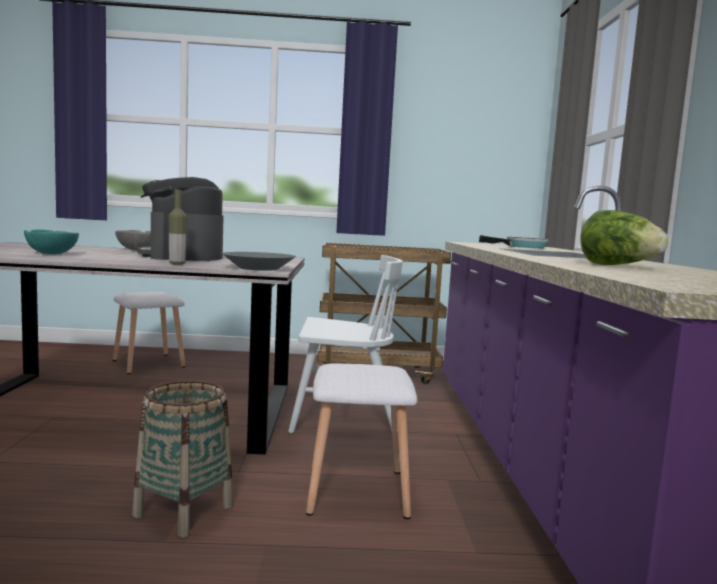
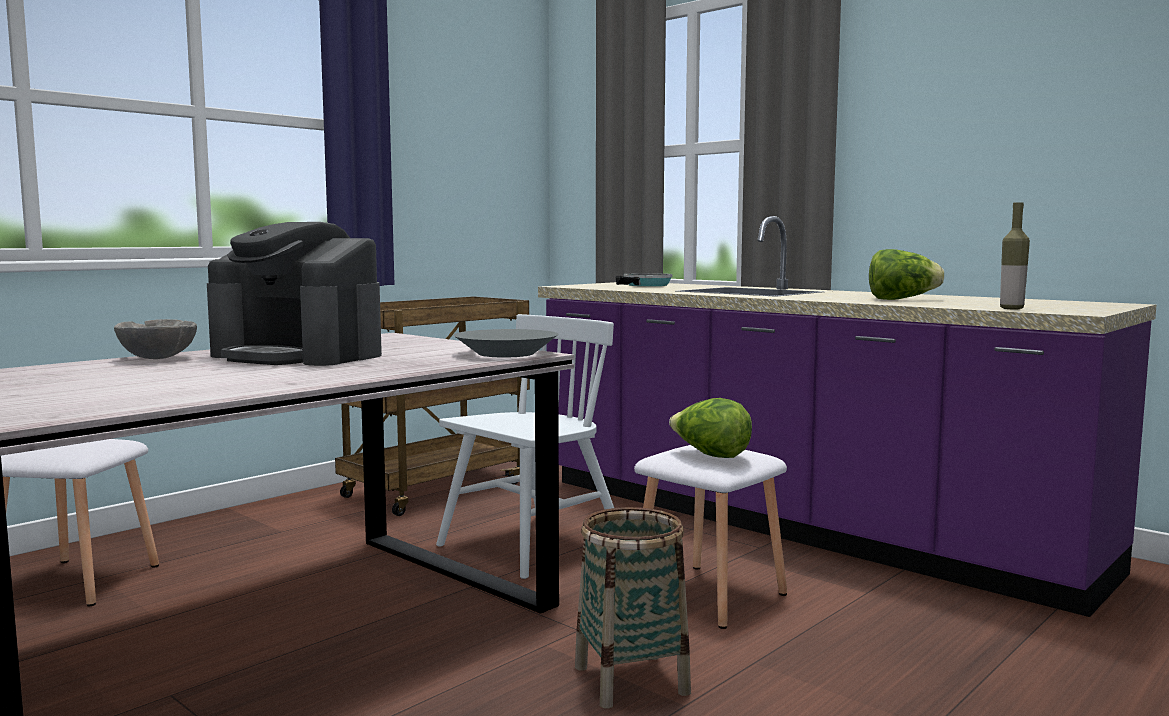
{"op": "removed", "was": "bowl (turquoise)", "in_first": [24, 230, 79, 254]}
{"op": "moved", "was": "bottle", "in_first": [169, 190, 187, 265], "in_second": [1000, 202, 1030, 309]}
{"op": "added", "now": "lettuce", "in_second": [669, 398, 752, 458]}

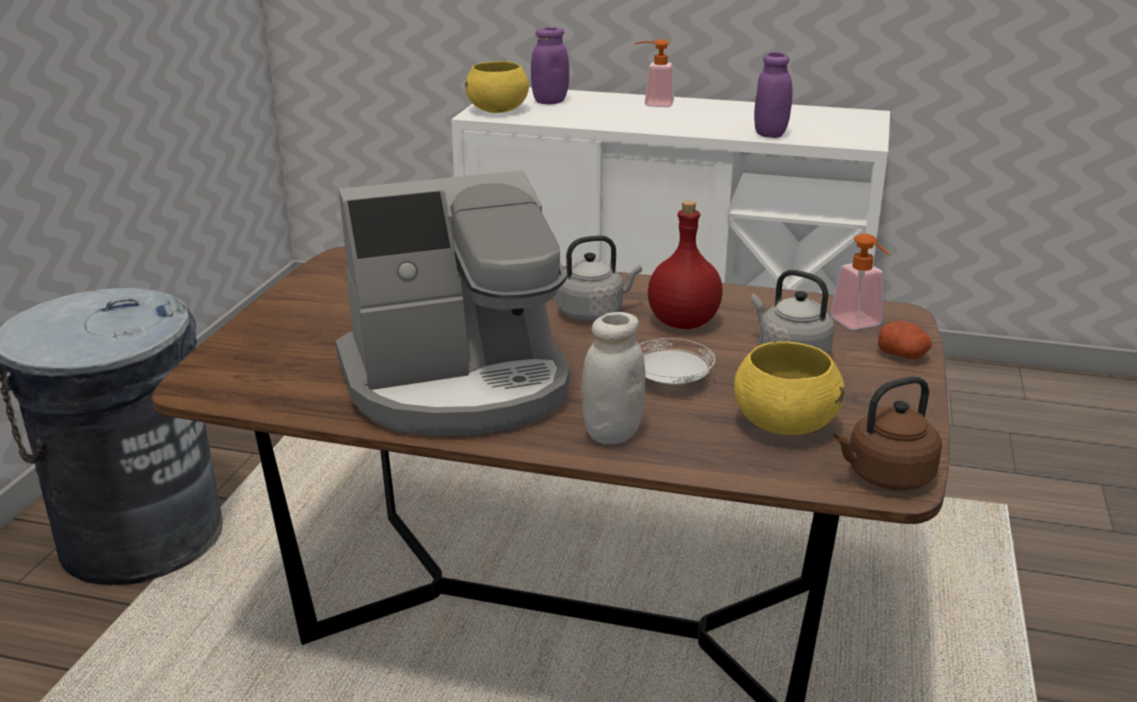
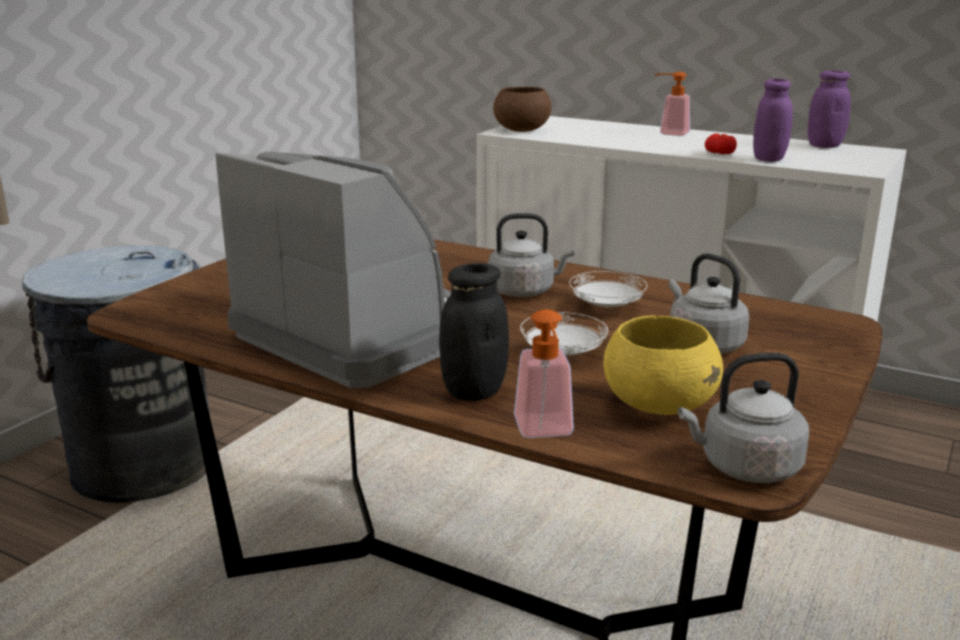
{"op": "turned", "was": "coffee machine", "in_first": [336, 170, 570, 436], "in_second": [215, 152, 451, 388], "clockwise": -135}
{"op": "recoloured", "was": "bowl (yellow)", "now": "bowl (brown)", "in_first": [465, 61, 529, 113], "in_second": [493, 87, 552, 132]}
{"op": "moved", "was": "jar (purple)", "in_first": [531, 27, 569, 104], "in_second": [808, 71, 851, 148]}
{"op": "recoloured", "was": "jar (white)", "now": "jar (black)", "in_first": [581, 312, 646, 444], "in_second": [439, 263, 509, 401]}
{"op": "replaced", "was": "bottle (red)", "now": "plate (white)", "in_first": [648, 201, 723, 329], "in_second": [569, 271, 647, 308]}
{"op": "moved", "was": "soap dispenser", "in_first": [830, 234, 890, 330], "in_second": [514, 309, 574, 438]}
{"op": "recoloured", "was": "kettle (brown)", "now": "kettle (grey)", "in_first": [833, 376, 942, 490], "in_second": [678, 353, 809, 483]}
{"op": "removed", "was": "potato", "in_first": [878, 320, 932, 359]}
{"op": "added", "now": "tomato", "in_second": [705, 133, 737, 154]}

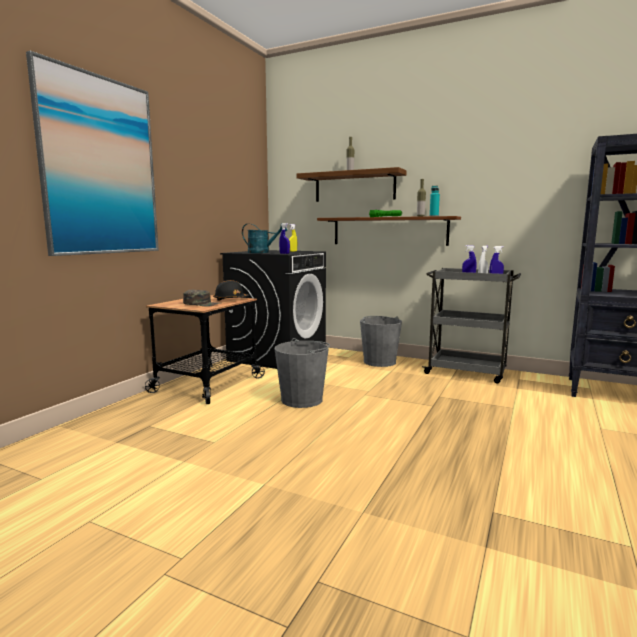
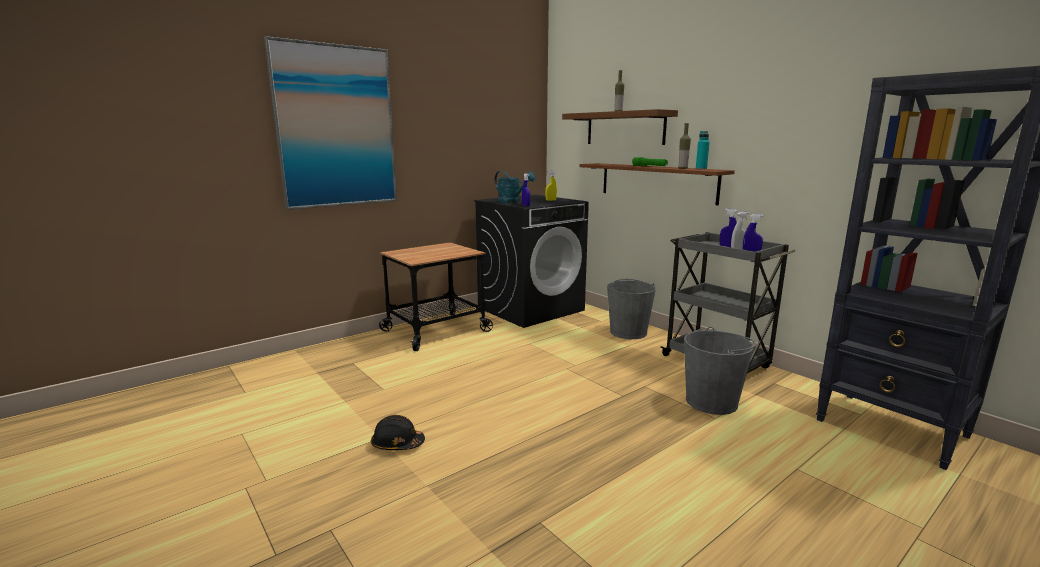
{"op": "removed", "was": "cap (green)", "in_first": [183, 290, 221, 307]}
{"op": "moved", "was": "hard hat (black)", "in_first": [213, 280, 249, 301], "in_second": [371, 415, 425, 450]}
{"op": "moved", "was": "bucket (grey)", "in_first": [275, 338, 330, 408], "in_second": [684, 327, 756, 415]}

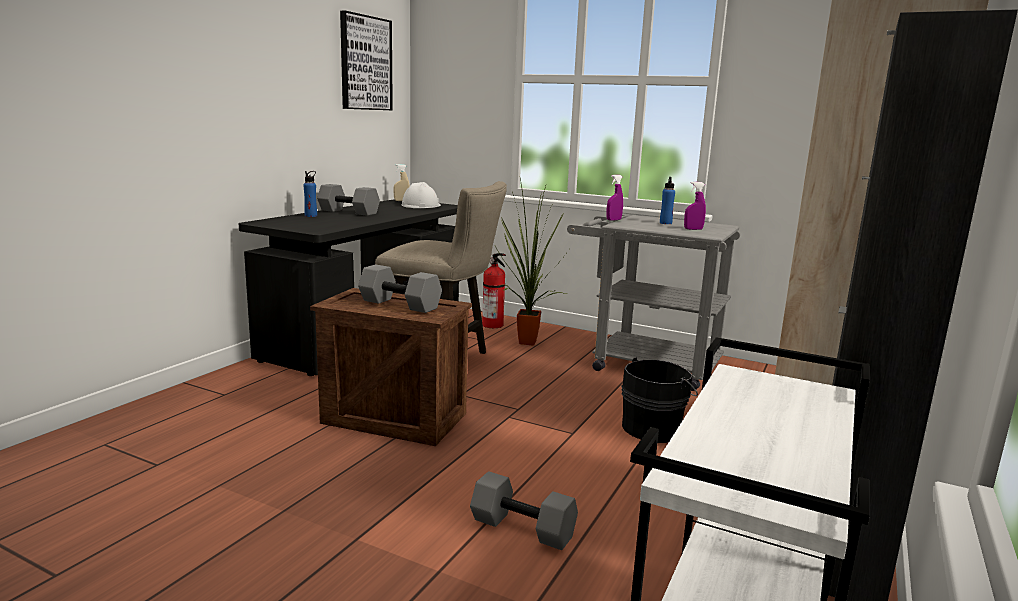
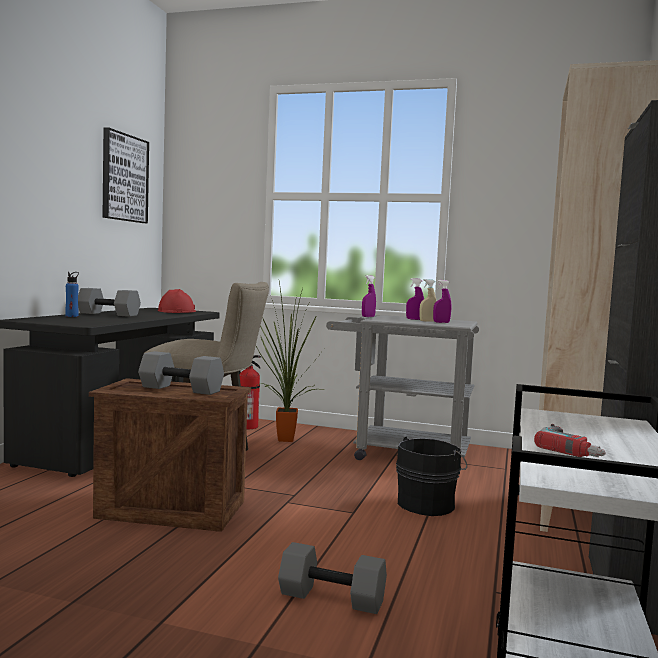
{"op": "moved", "was": "spray bottle (beige)", "in_first": [393, 164, 410, 201], "in_second": [419, 279, 437, 322]}
{"op": "recoloured", "was": "hard hat (white)", "now": "hard hat (red)", "in_first": [402, 182, 441, 208], "in_second": [158, 289, 196, 313]}
{"op": "replaced", "was": "bottle (blue)", "now": "spray bottle (purple)", "in_first": [660, 177, 675, 224], "in_second": [406, 278, 424, 320]}
{"op": "added", "now": "power drill", "in_second": [534, 424, 606, 457]}

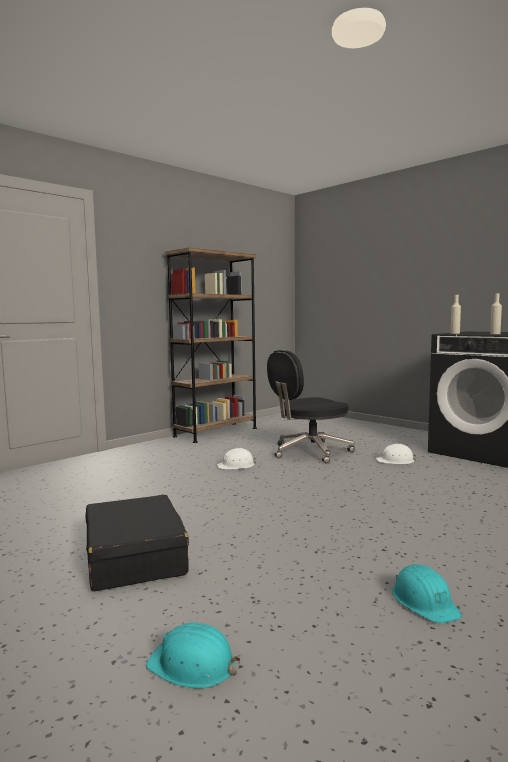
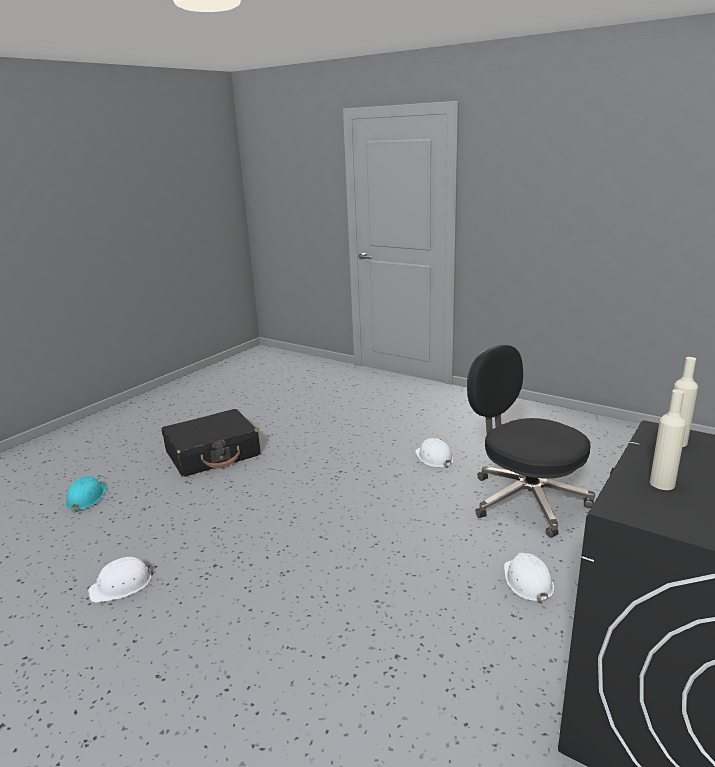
{"op": "removed", "was": "bookcase (brown)", "in_first": [165, 247, 257, 443]}
{"op": "recoloured", "was": "hard hat (turquoise)", "now": "hard hat (white)", "in_first": [392, 564, 462, 624], "in_second": [88, 557, 153, 603]}

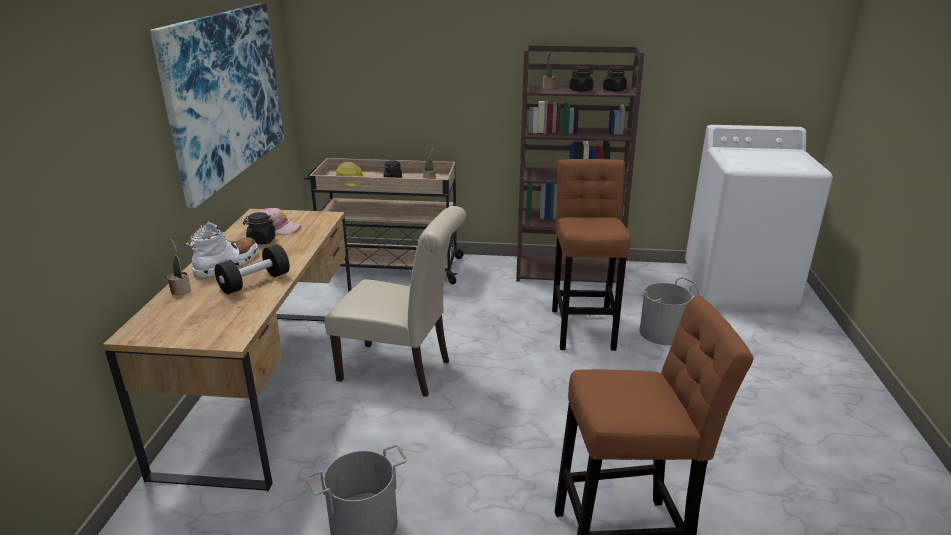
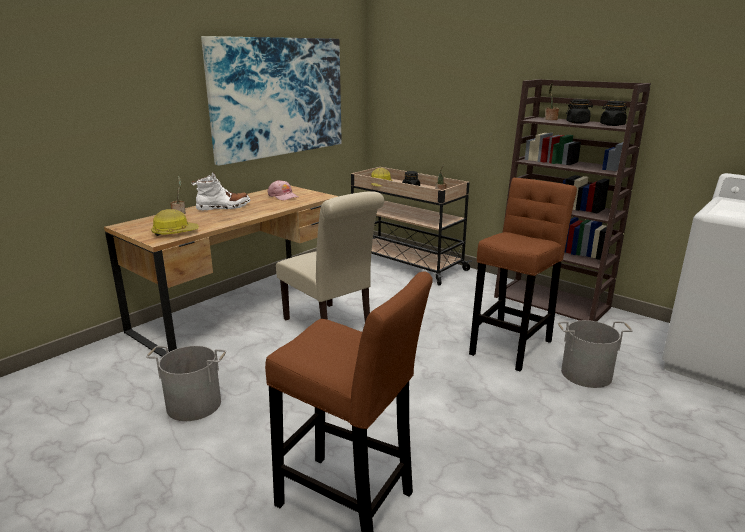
{"op": "removed", "was": "dumbbell (black)", "in_first": [215, 244, 290, 294]}
{"op": "removed", "was": "jar (black)", "in_first": [243, 212, 276, 244]}
{"op": "added", "now": "hard hat", "in_second": [151, 209, 199, 236]}

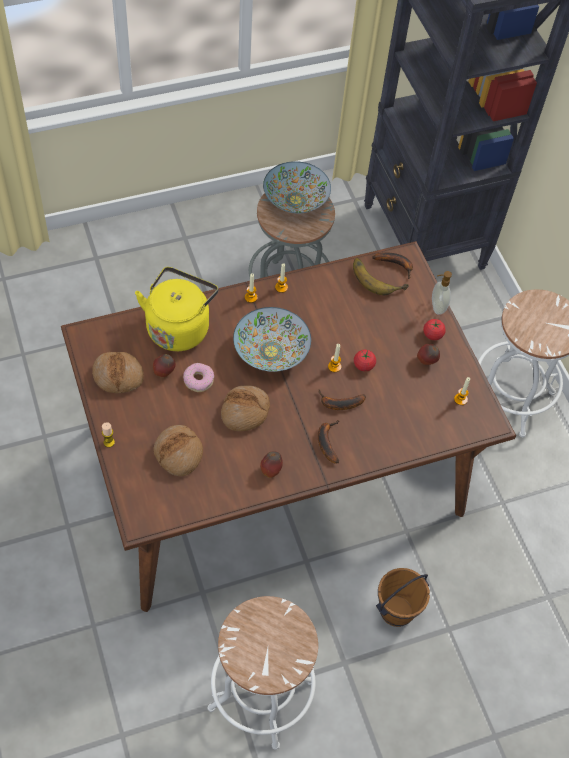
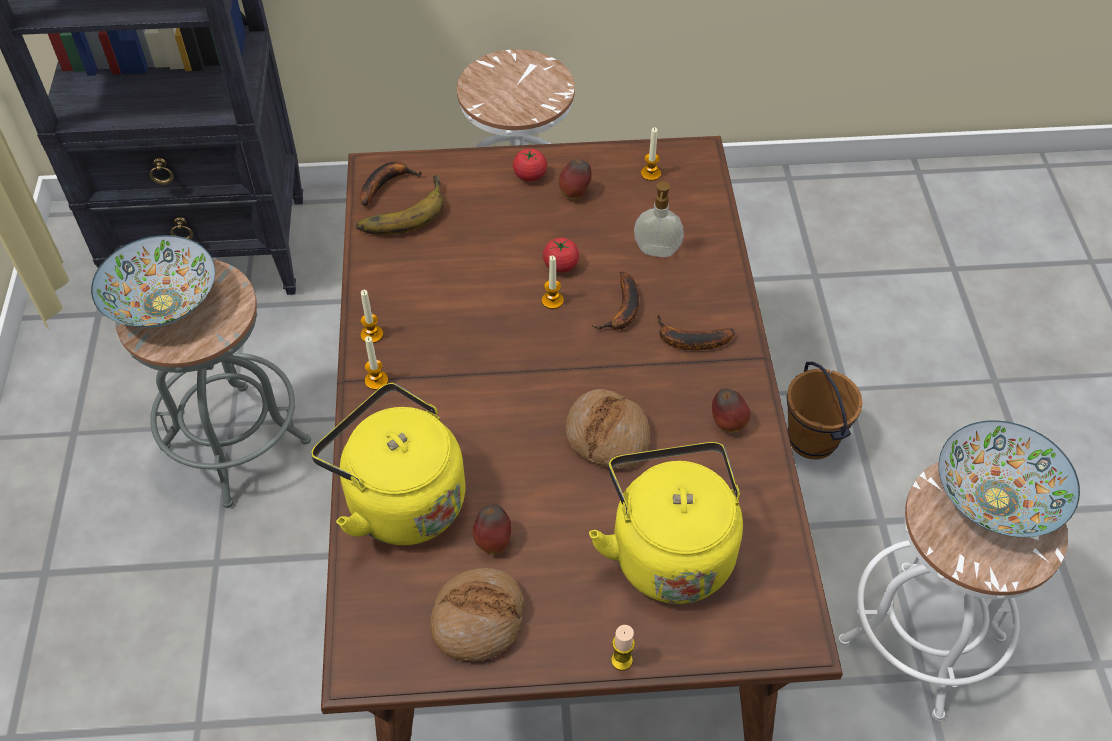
{"op": "replaced", "was": "bread", "now": "kettle (yellow)", "in_first": [154, 425, 203, 476], "in_second": [589, 442, 743, 604]}
{"op": "removed", "was": "donut", "in_first": [183, 363, 214, 392]}
{"op": "moved", "was": "bowl", "in_first": [233, 307, 311, 372], "in_second": [938, 420, 1080, 537]}
{"op": "moved", "was": "soap dispenser", "in_first": [432, 271, 452, 315], "in_second": [634, 181, 684, 257]}

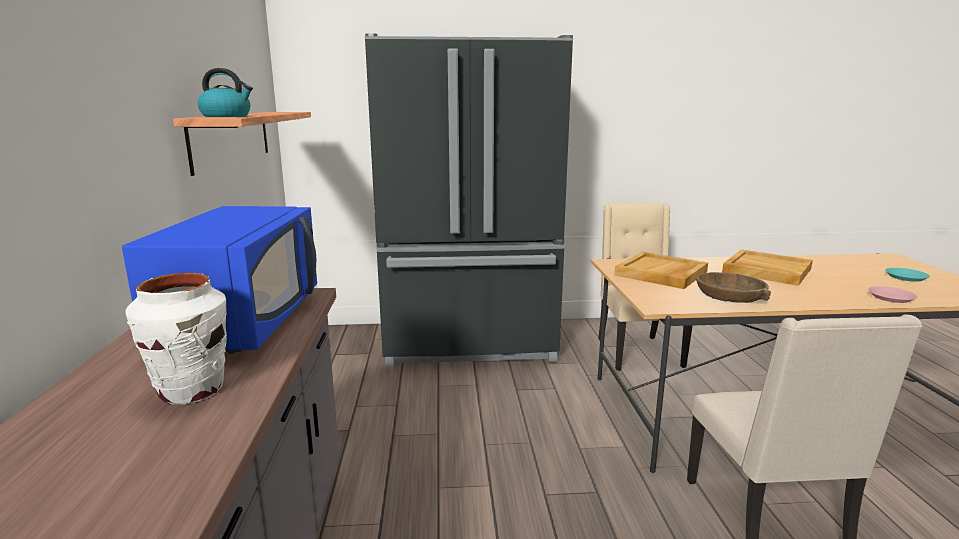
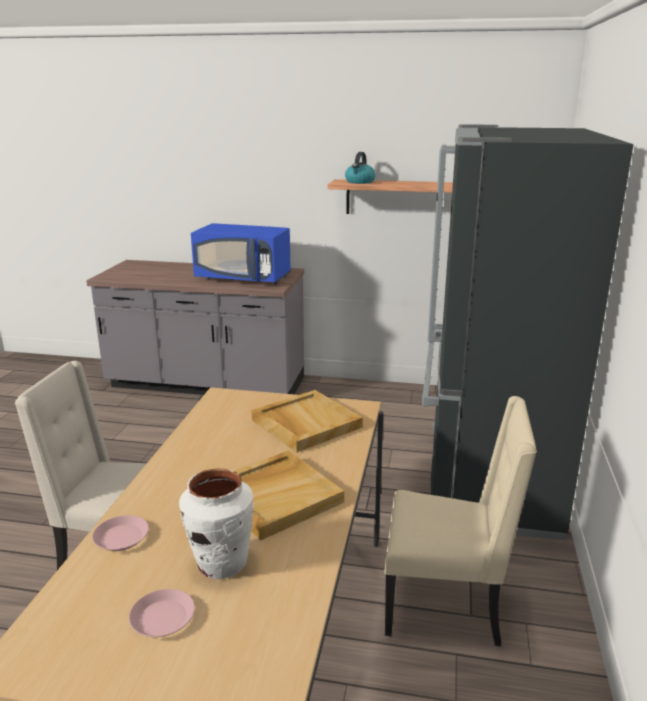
{"op": "moved", "was": "vase (white)", "in_first": [125, 273, 227, 404], "in_second": [179, 468, 254, 579]}
{"op": "removed", "was": "bowl (brown)", "in_first": [696, 272, 771, 303]}
{"op": "recoloured", "was": "plate (turquoise)", "now": "plate (pink)", "in_first": [885, 268, 930, 282], "in_second": [129, 589, 195, 637]}

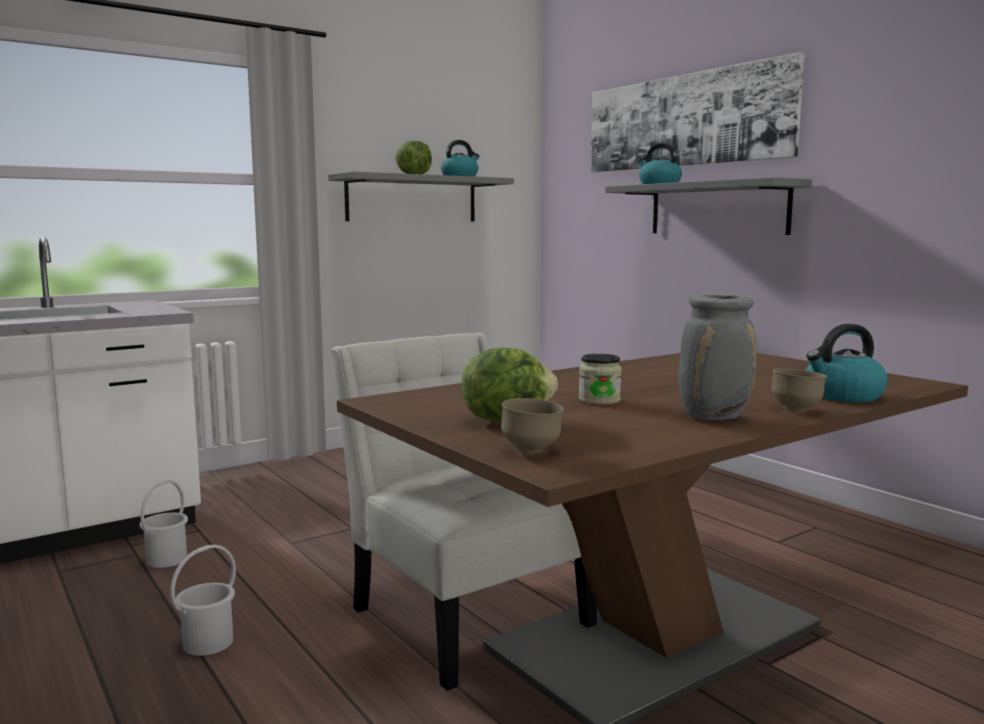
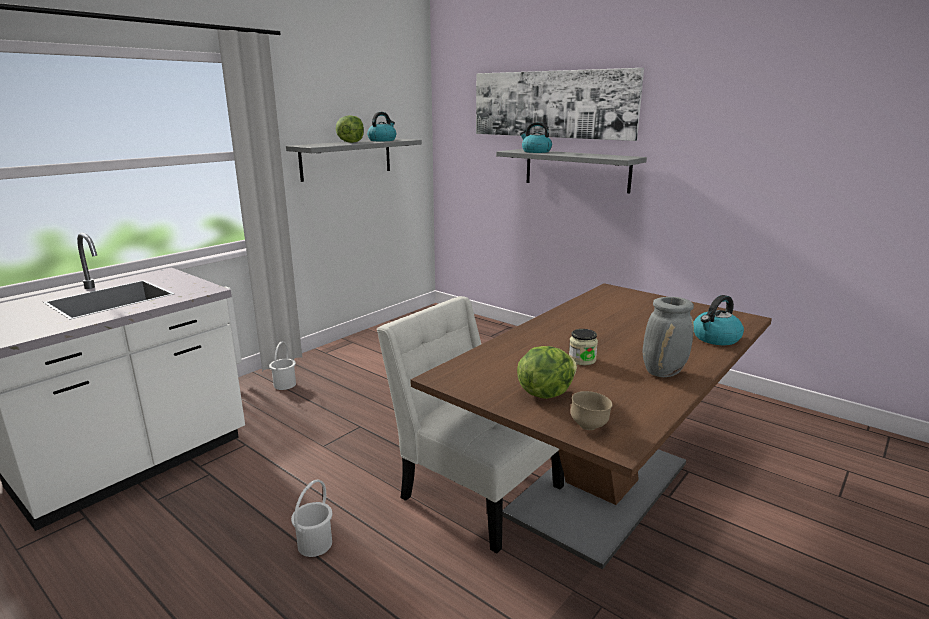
{"op": "moved", "was": "bucket (white)", "in_first": [140, 480, 188, 568], "in_second": [269, 341, 296, 390]}
{"op": "removed", "was": "bowl (brown)", "in_first": [771, 368, 827, 411]}

